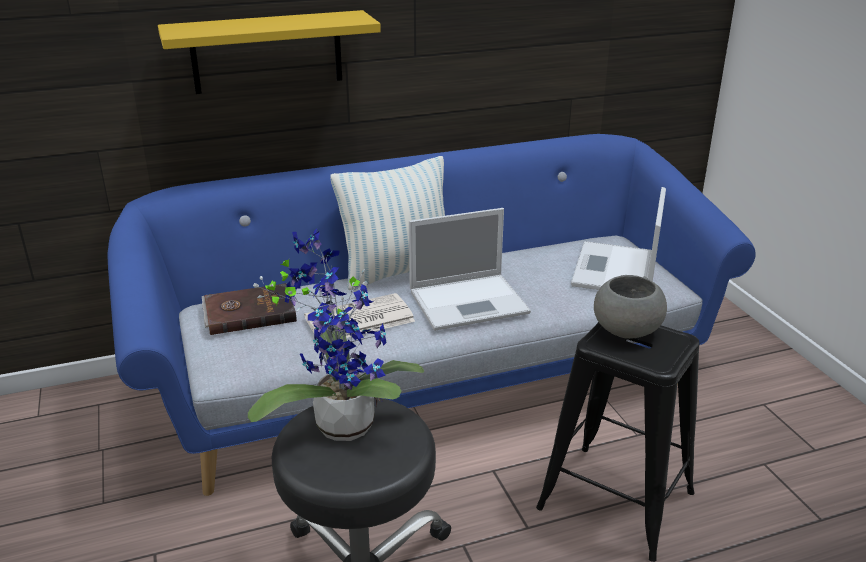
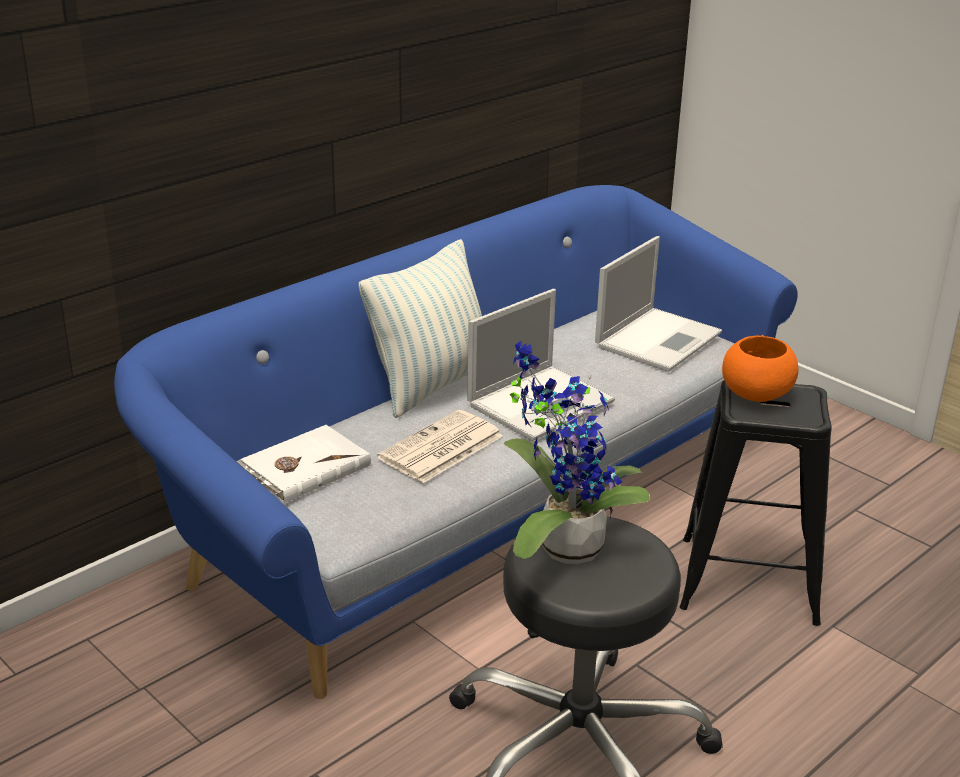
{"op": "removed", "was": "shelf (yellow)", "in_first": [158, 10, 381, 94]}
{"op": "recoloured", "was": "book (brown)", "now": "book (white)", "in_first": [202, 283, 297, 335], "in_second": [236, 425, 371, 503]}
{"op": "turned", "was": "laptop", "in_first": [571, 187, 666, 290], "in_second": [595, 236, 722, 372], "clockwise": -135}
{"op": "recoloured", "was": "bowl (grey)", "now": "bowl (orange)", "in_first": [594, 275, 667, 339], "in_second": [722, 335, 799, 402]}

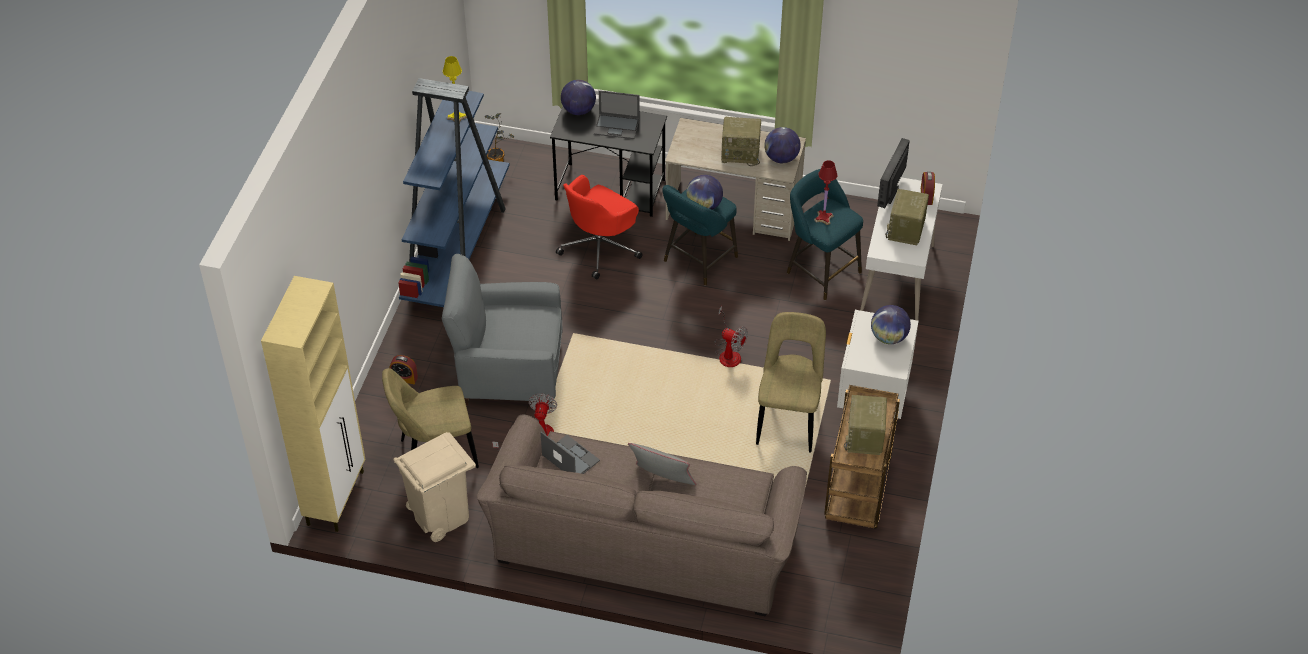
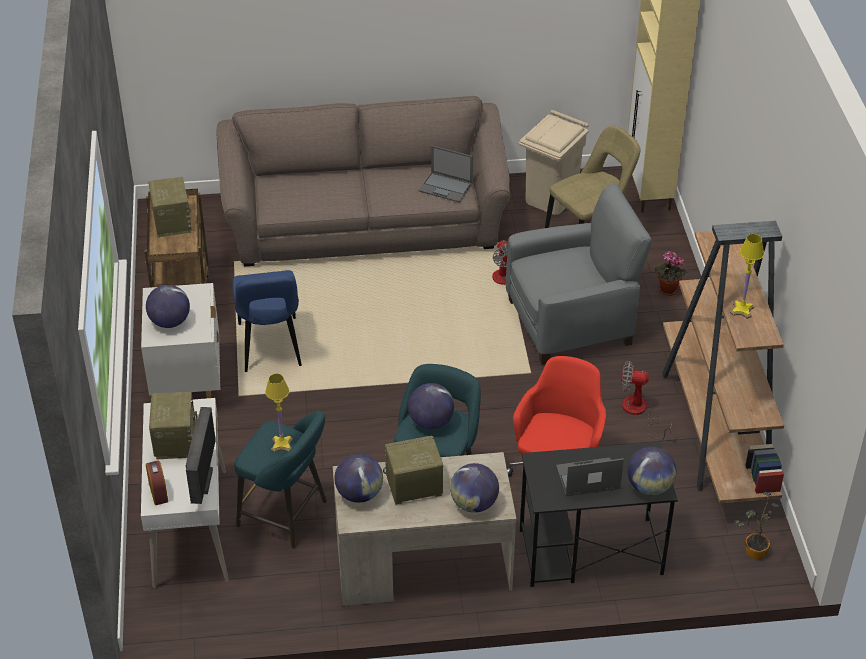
{"op": "replaced", "was": "alarm clock", "now": "potted plant", "in_first": [390, 355, 418, 384], "in_second": [655, 251, 687, 296]}
{"op": "recoloured", "was": "bookcase (blue)", "now": "bookcase (brown)", "in_first": [398, 78, 510, 307], "in_second": [662, 221, 784, 503]}
{"op": "removed", "was": "pillow (grey)", "in_first": [628, 443, 696, 485]}
{"op": "moved", "was": "fan", "in_first": [715, 306, 748, 367], "in_second": [621, 361, 672, 440]}
{"op": "recoloured", "was": "chair (beige)", "now": "chair (blue)", "in_first": [756, 312, 826, 453], "in_second": [233, 270, 302, 372]}
{"op": "recoloured", "was": "table lamp (red)", "now": "table lamp (yellow)", "in_first": [814, 160, 837, 225], "in_second": [265, 374, 293, 453]}
{"op": "added", "now": "globe", "in_second": [450, 463, 499, 513]}

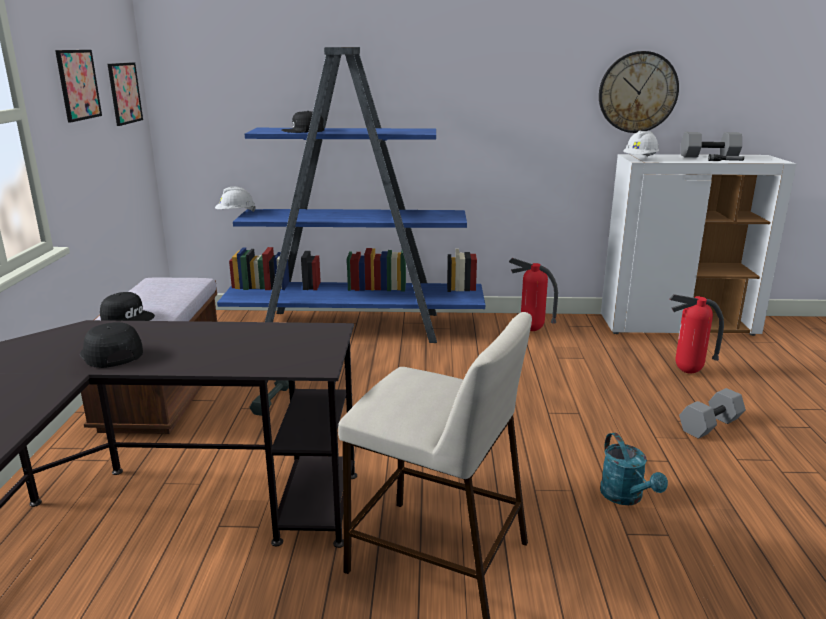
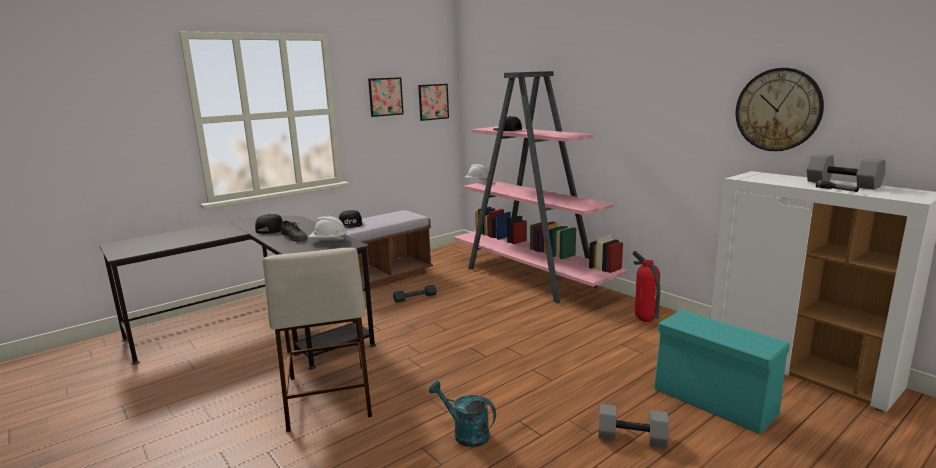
{"op": "recoloured", "was": "bookcase (blue)", "now": "bookcase (pink)", "in_first": [217, 47, 485, 343], "in_second": [453, 71, 627, 304]}
{"op": "turned", "was": "watering can (turquoise)", "in_first": [600, 433, 668, 505], "in_second": [429, 381, 496, 447], "clockwise": 90}
{"op": "moved", "was": "hard hat (white)", "in_first": [623, 131, 659, 157], "in_second": [309, 216, 348, 240]}
{"op": "replaced", "was": "fire extinguisher", "now": "storage box (turquoise)", "in_first": [670, 294, 724, 374], "in_second": [654, 310, 790, 434]}
{"op": "added", "now": "shoe (grey)", "in_second": [281, 221, 307, 242]}

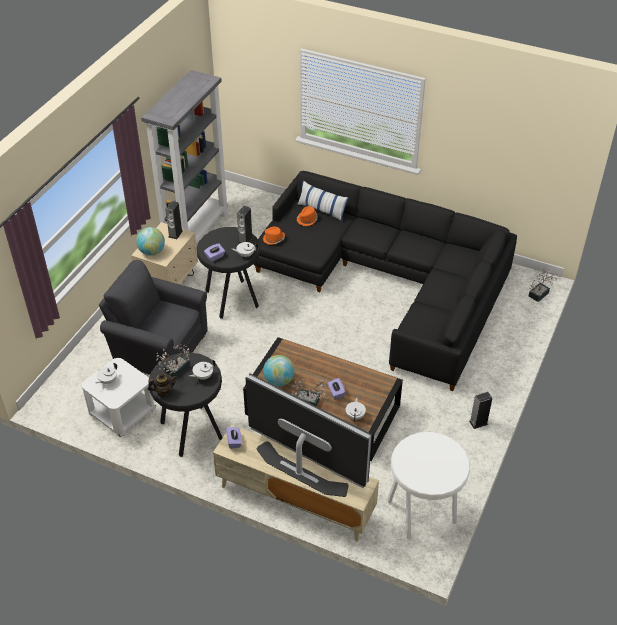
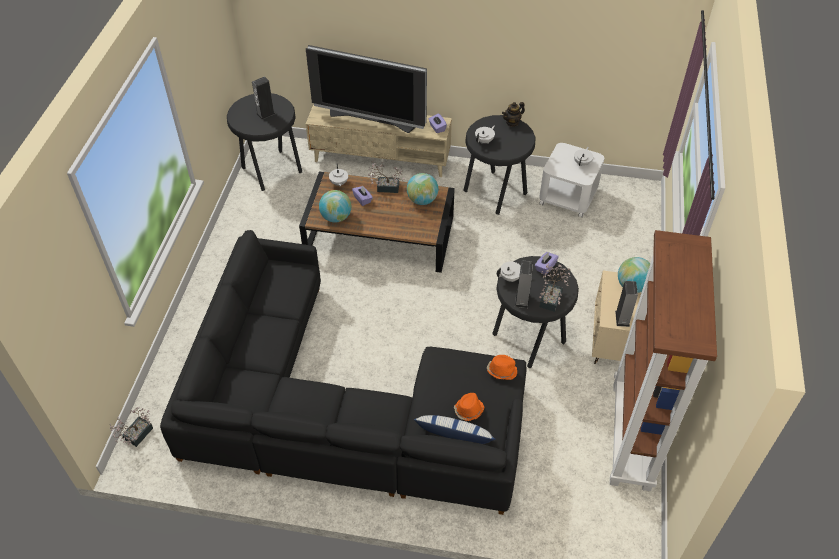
{"op": "removed", "was": "armchair (grey)", "in_first": [99, 260, 207, 375]}
{"op": "recoloured", "was": "bookcase (grey)", "now": "bookcase (brown)", "in_first": [141, 70, 229, 243], "in_second": [610, 230, 717, 491]}
{"op": "moved", "was": "potted plant", "in_first": [156, 344, 190, 379], "in_second": [539, 263, 571, 312]}
{"op": "recoloured", "was": "stool (white)", "now": "stool (black)", "in_first": [387, 432, 470, 540], "in_second": [227, 93, 302, 191]}
{"op": "moved", "was": "speaker", "in_first": [469, 392, 492, 429], "in_second": [252, 76, 275, 120]}
{"op": "added", "now": "globe", "in_second": [319, 190, 351, 223]}

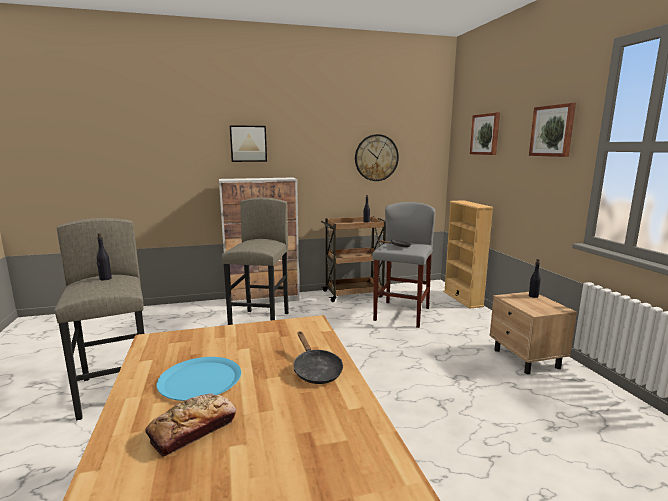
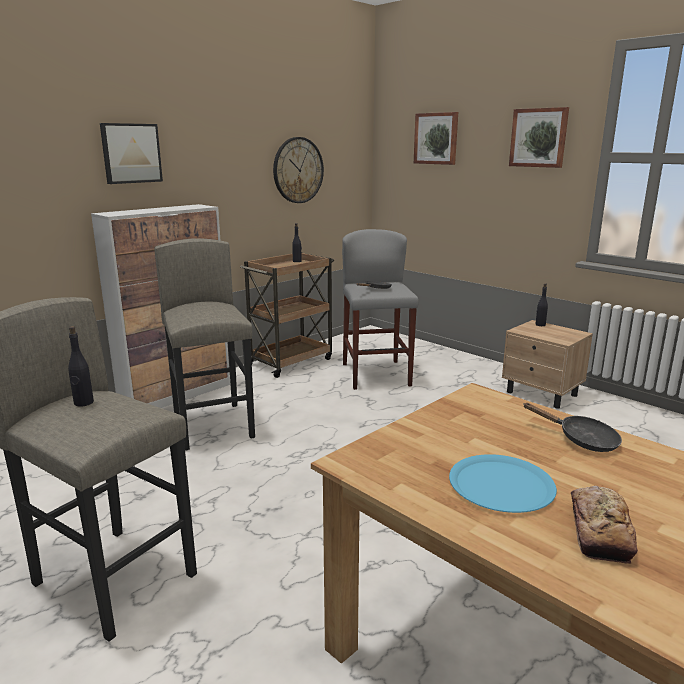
{"op": "removed", "was": "bookcase (beige)", "in_first": [443, 200, 494, 309]}

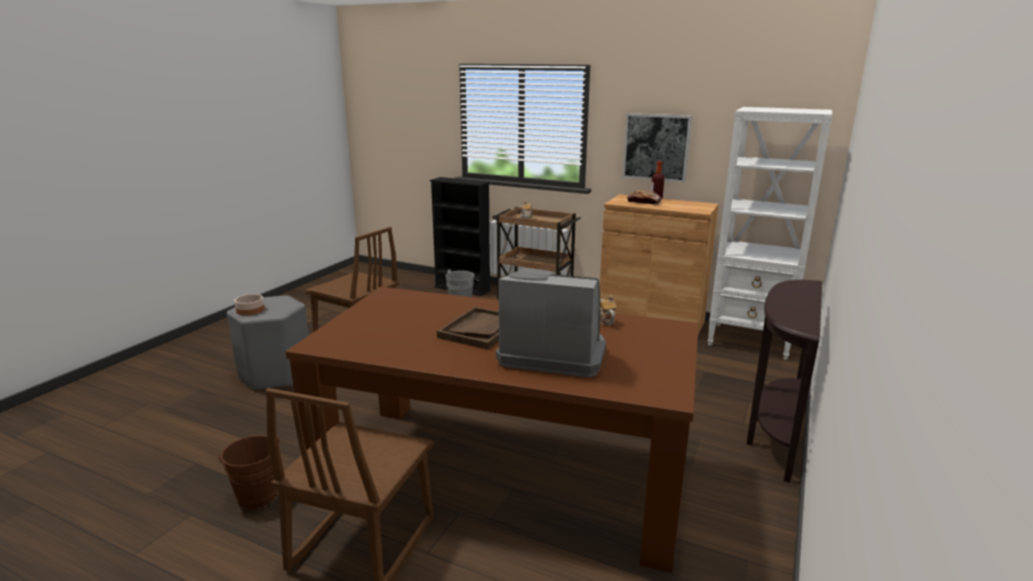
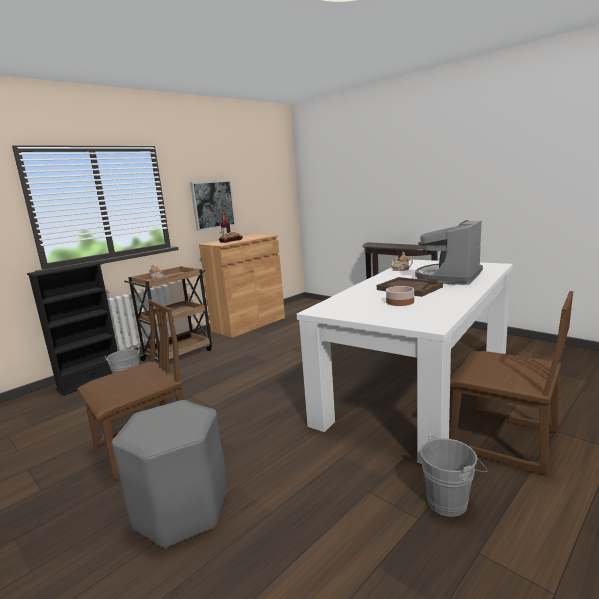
{"op": "recoloured", "was": "bucket (brown)", "now": "bucket (grey)", "in_first": [218, 435, 282, 510], "in_second": [420, 434, 487, 517]}
{"op": "moved", "was": "bowl", "in_first": [234, 294, 265, 316], "in_second": [386, 286, 414, 306]}
{"op": "recoloured", "was": "dining table (brown)", "now": "dining table (white)", "in_first": [285, 287, 698, 573], "in_second": [297, 260, 513, 464]}
{"op": "removed", "was": "bookcase (white)", "in_first": [708, 107, 832, 360]}

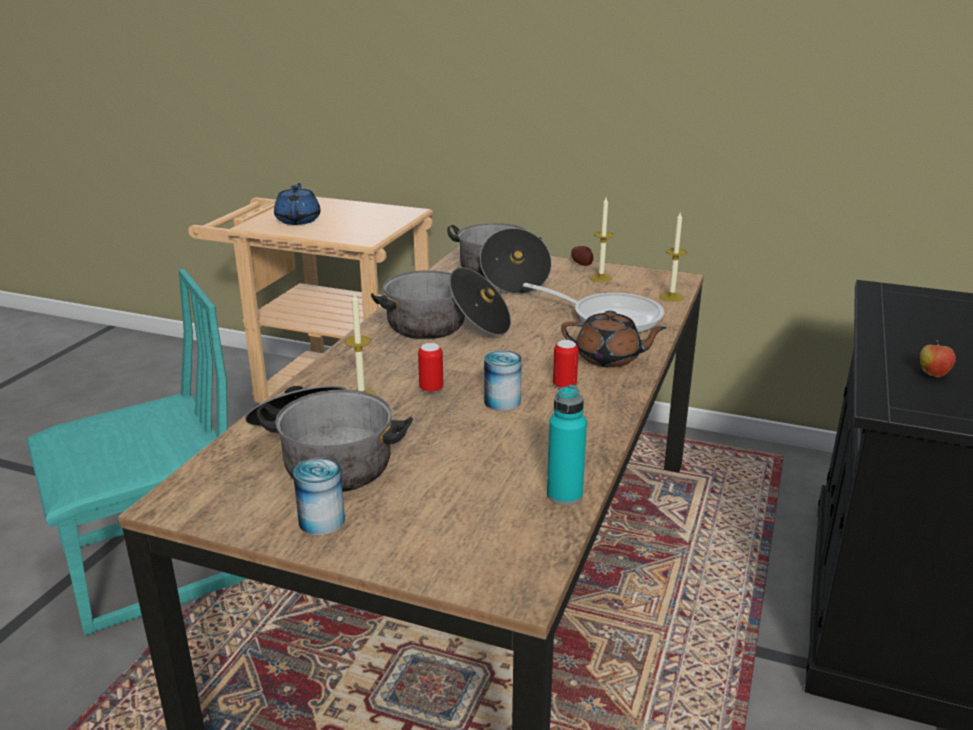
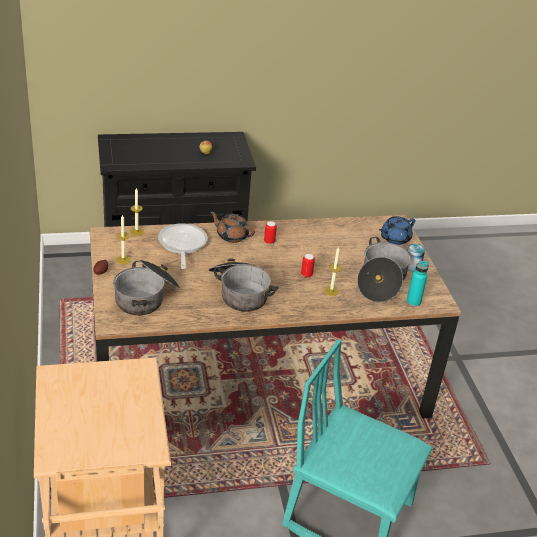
{"op": "moved", "was": "teapot (blue)", "in_first": [274, 183, 321, 225], "in_second": [379, 216, 415, 245]}
{"op": "removed", "was": "can", "in_first": [484, 350, 521, 411]}
{"op": "moved", "was": "bottle (turquoise)", "in_first": [547, 385, 587, 505], "in_second": [407, 261, 429, 307]}
{"op": "turned", "was": "teapot (brown)", "in_first": [561, 310, 667, 368], "in_second": [210, 211, 255, 243], "clockwise": -45}

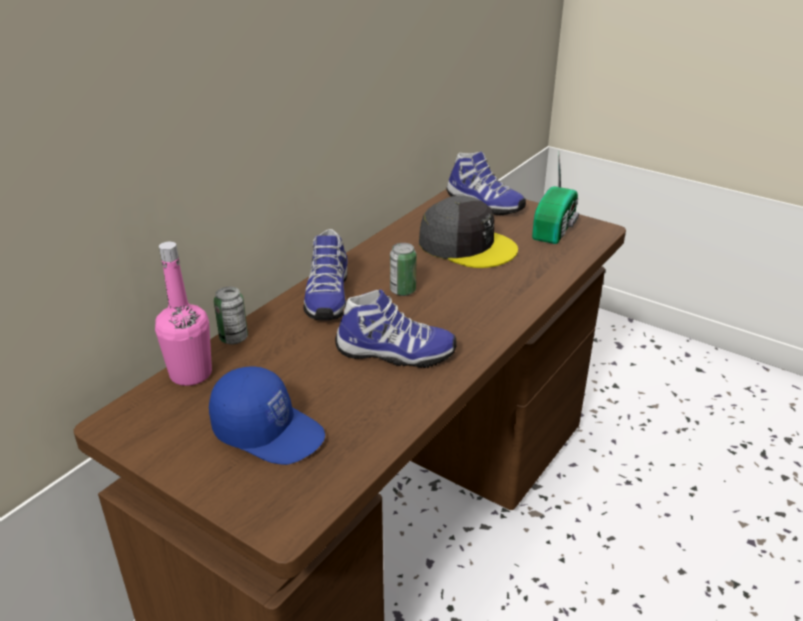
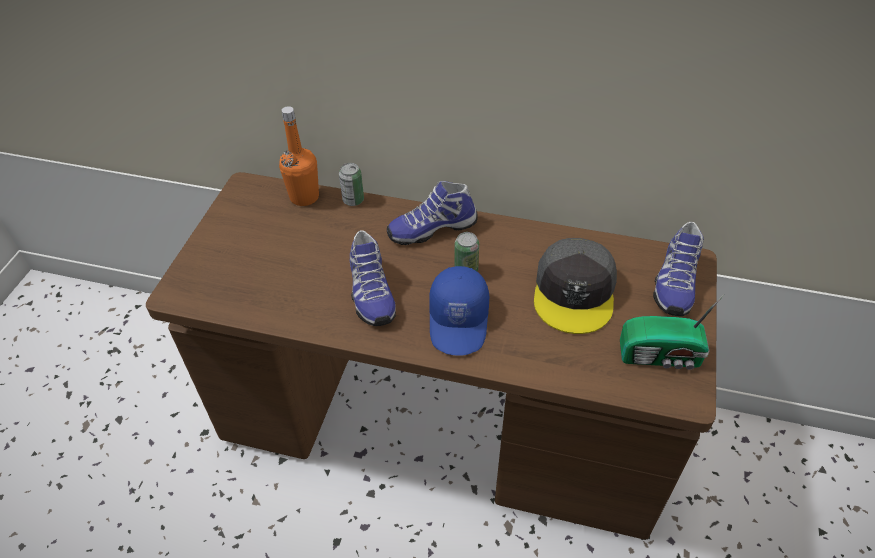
{"op": "recoloured", "was": "bottle (pink)", "now": "bottle (orange)", "in_first": [155, 241, 212, 386], "in_second": [279, 106, 319, 206]}
{"op": "moved", "was": "cap (blue)", "in_first": [209, 367, 325, 465], "in_second": [429, 266, 489, 356]}

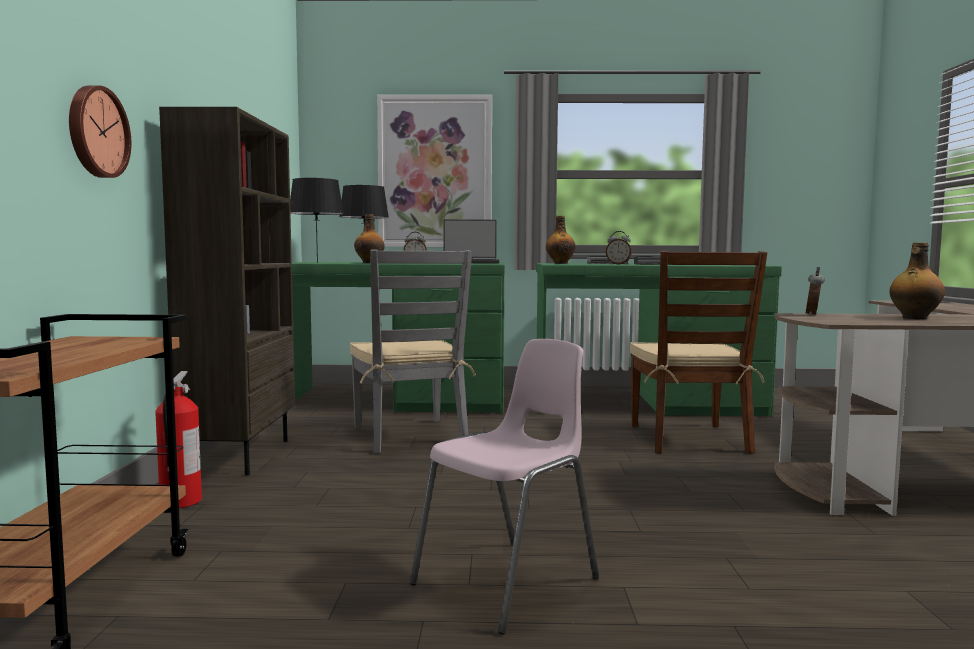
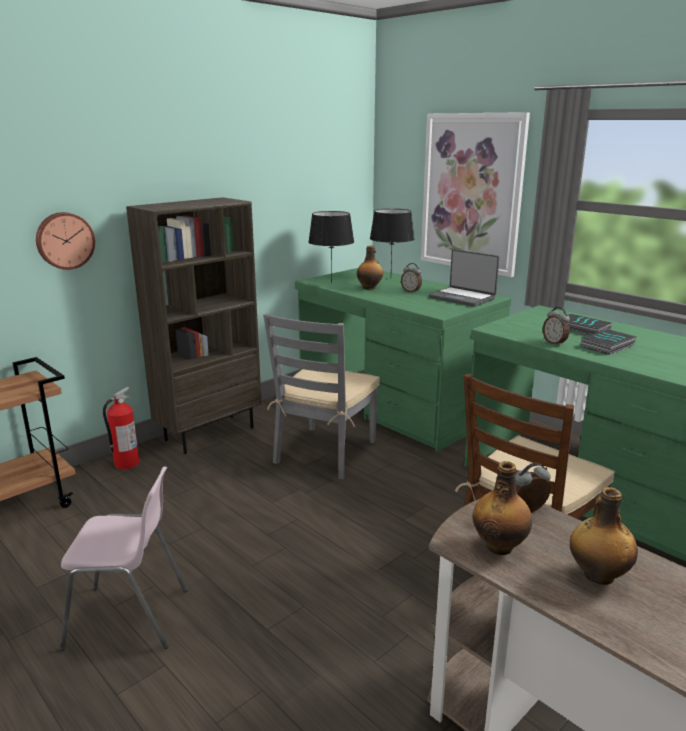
{"op": "moved", "was": "bottle", "in_first": [546, 216, 576, 264], "in_second": [473, 461, 532, 555]}

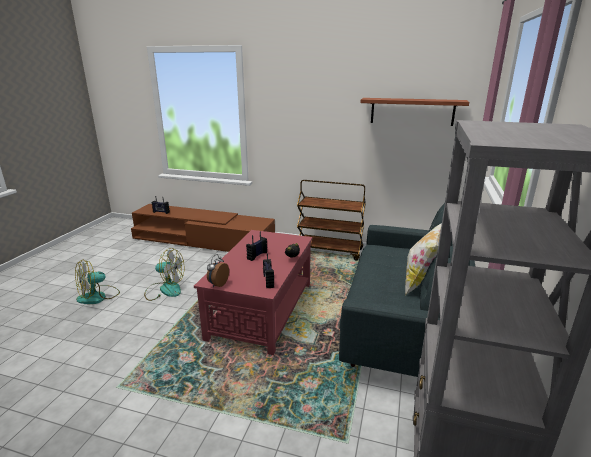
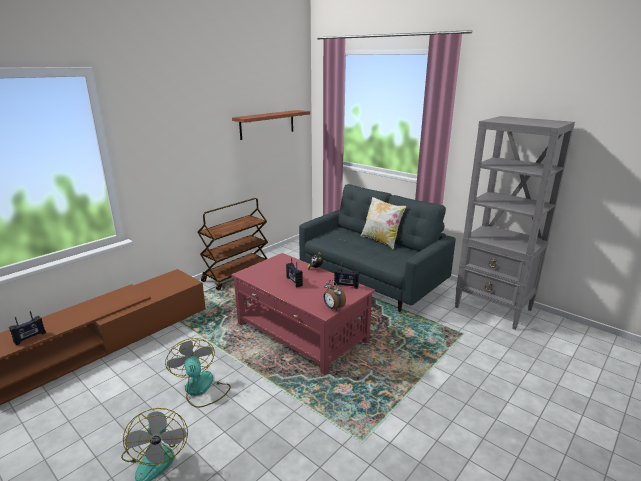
{"op": "turned", "was": "fan", "in_first": [144, 248, 184, 301], "in_second": [165, 338, 231, 408], "clockwise": -60}

